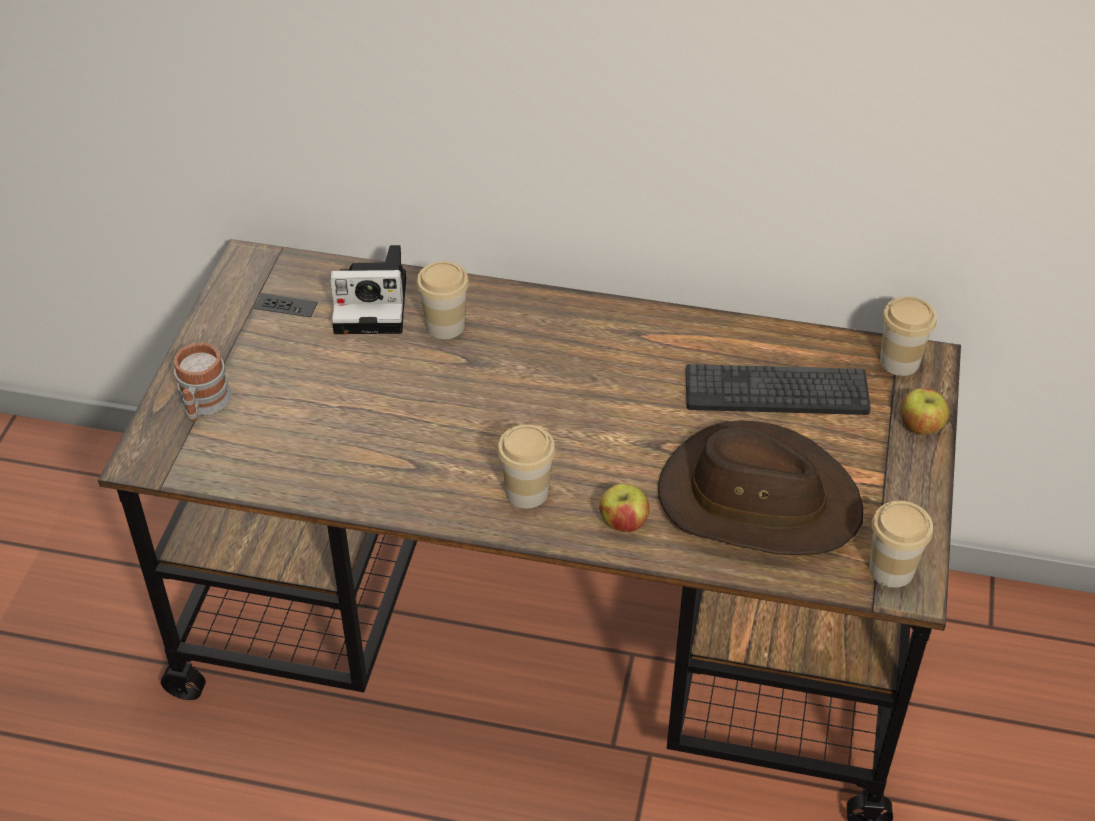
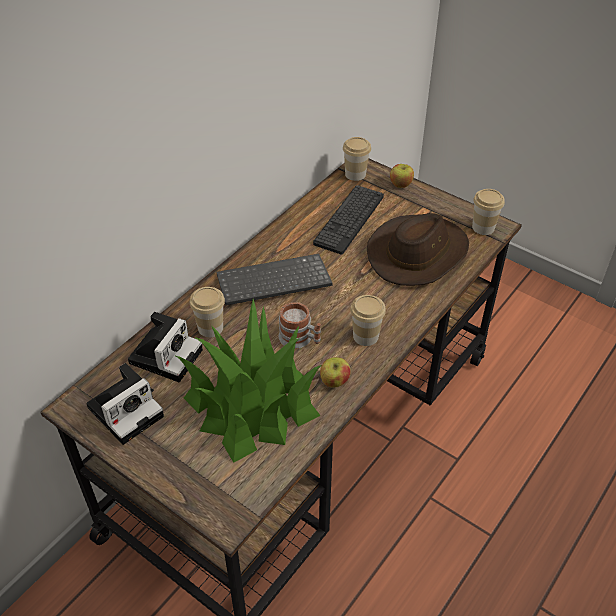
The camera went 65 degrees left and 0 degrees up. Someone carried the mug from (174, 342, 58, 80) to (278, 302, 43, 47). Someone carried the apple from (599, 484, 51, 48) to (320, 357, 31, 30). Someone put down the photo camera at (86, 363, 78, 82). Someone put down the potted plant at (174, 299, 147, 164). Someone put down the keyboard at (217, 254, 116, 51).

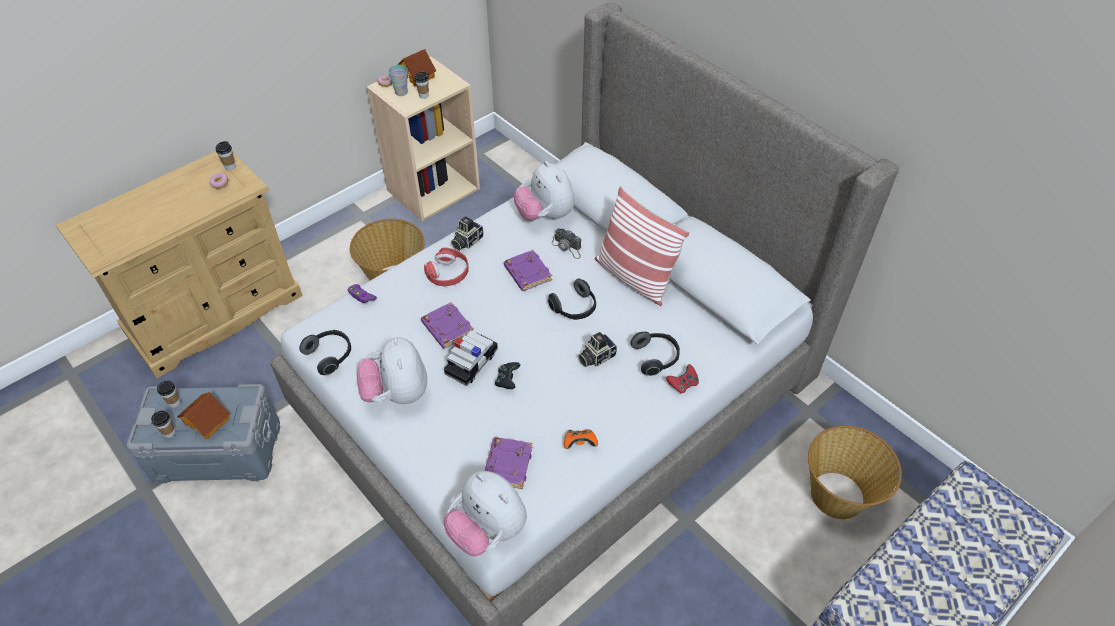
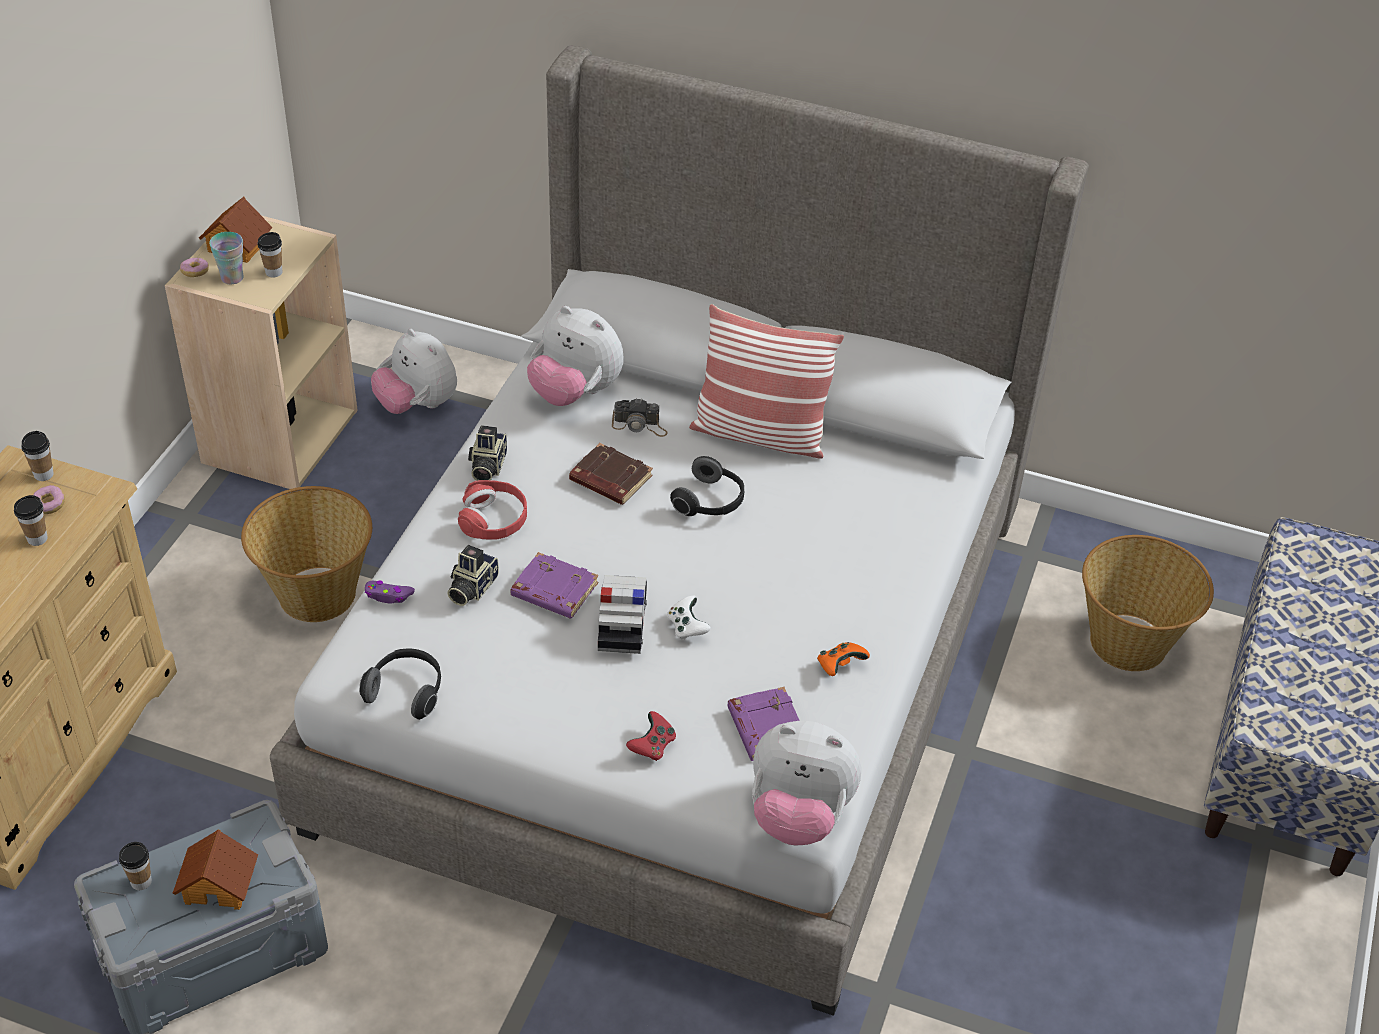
The camera went 30 degrees left and 5 degrees down. Someone carried the cup from (151, 411, 25, 27) to (14, 495, 34, 51). Someone carried the plush toy from (356, 337, 71, 67) to (371, 329, 86, 85). Someone repainted the black game controller at (495, 362, 26, 27), which became the white game controller at (667, 595, 44, 45). Someone repainted the purple book at (504, 250, 48, 41), which became the brown book at (569, 443, 84, 62). Someone carried the photo camera from (578, 332, 39, 35) to (447, 545, 52, 61). Someone took away the headphones at (630, 332, 50, 44). Someone carried the red game controller from (666, 364, 33, 29) to (626, 711, 50, 50).

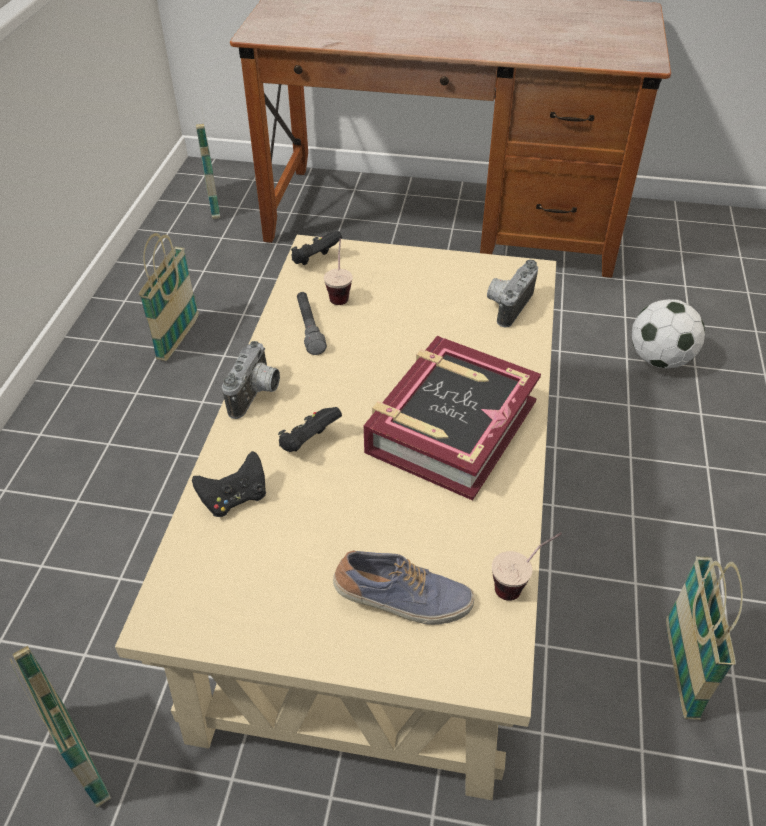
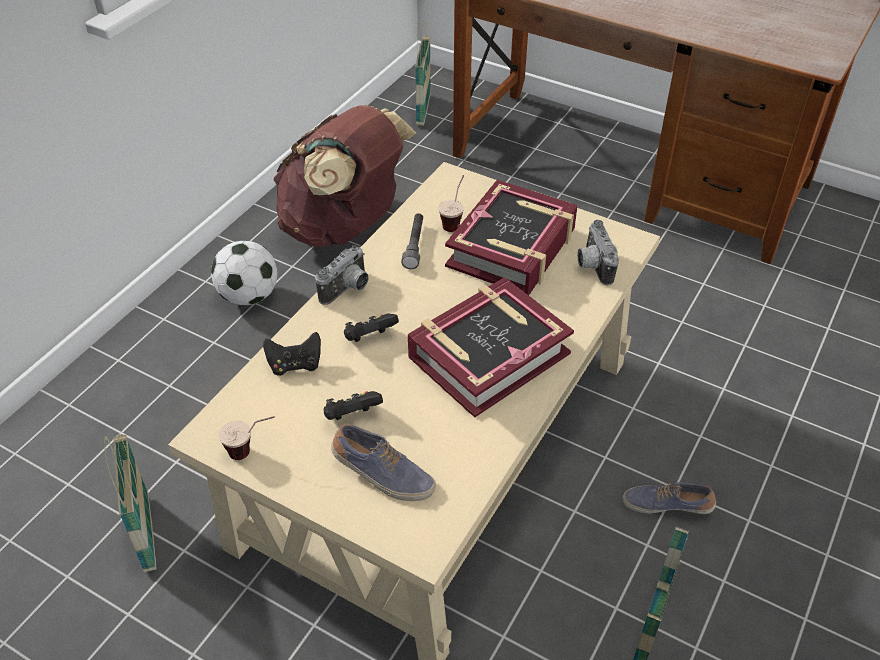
The camera went 20 degrees right and 0 degrees up. Someone swapped the basket at (138, 233, 61, 128) for the brown backpack at (273, 105, 143, 142). Someone carried the black game controller from (291, 231, 51, 34) to (324, 391, 59, 29). Someone rotated the photo camera at (487, 260, 51, 67) by 60 degrees counterclockwise. Someone carried the cup from (492, 533, 70, 68) to (218, 416, 57, 44). Someone carried the football from (632, 299, 73, 70) to (211, 241, 66, 64). Someone put down the book at (445, 180, 133, 115). Someone put down the shoe at (622, 482, 94, 32).

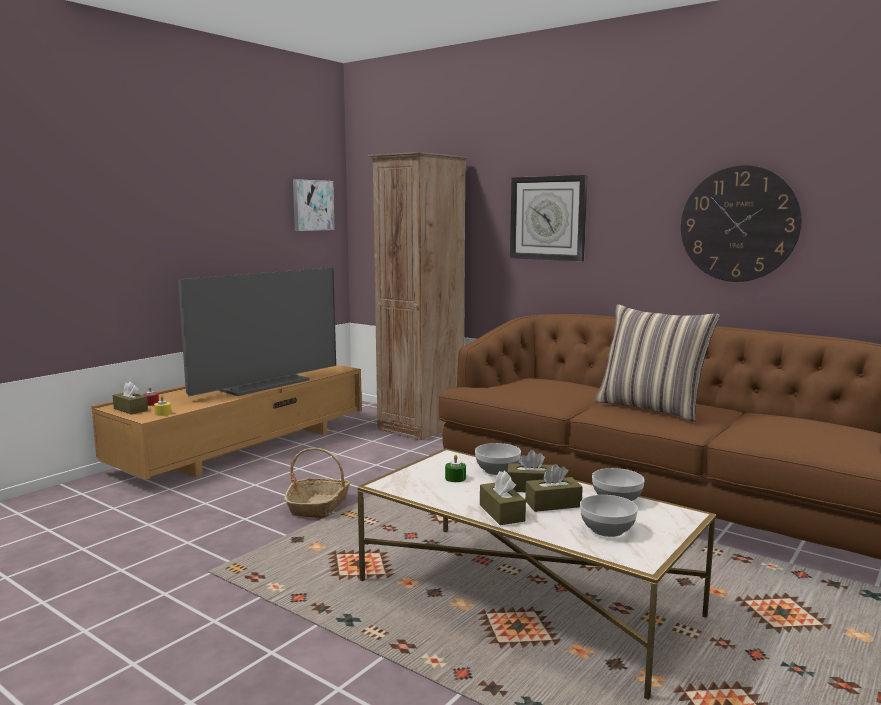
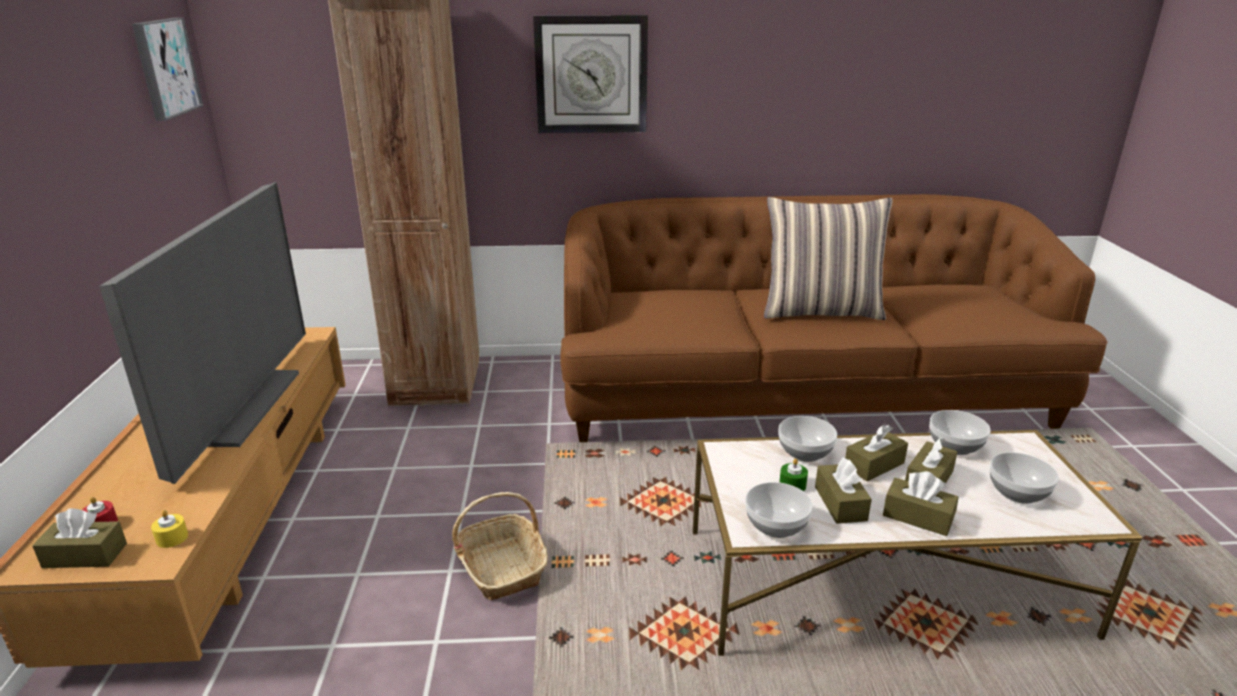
The camera went 40 degrees left and 15 degrees up. Someone took away the wall clock at (681, 165, 121, 117). Someone put down the bowl at (746, 482, 67, 56). Someone put down the brown tissue box at (815, 457, 57, 67).

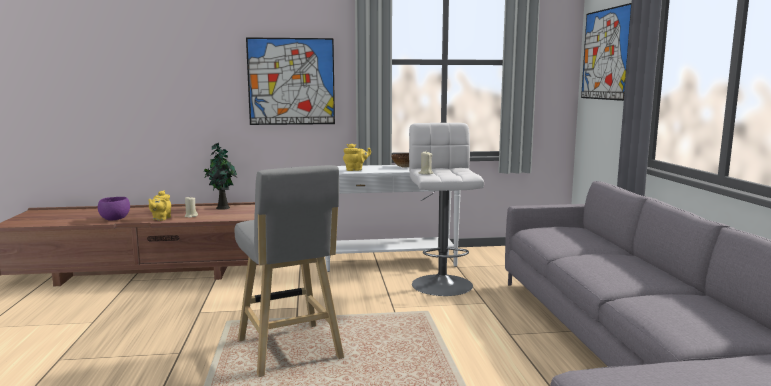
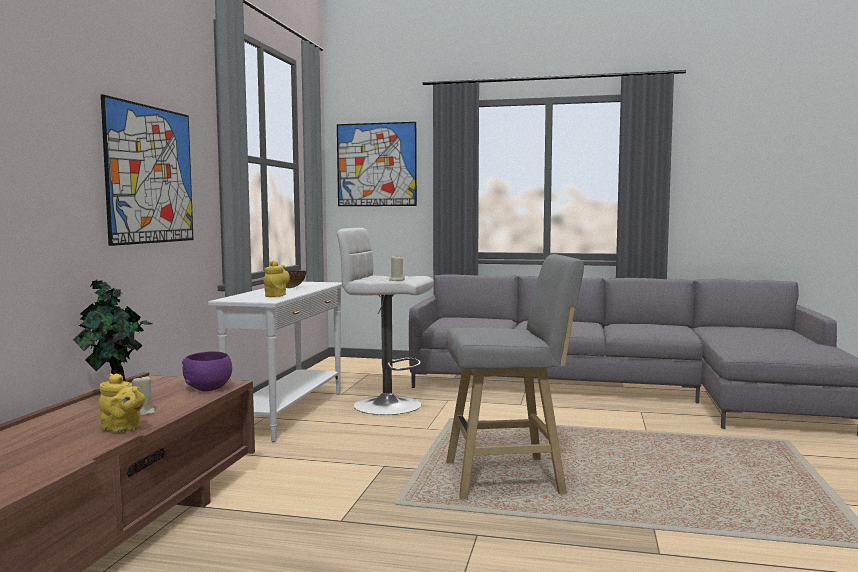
The camera went 70 degrees left and 5 degrees down. Someone carried the purple bowl from (98, 197, 32, 24) to (182, 351, 50, 40).

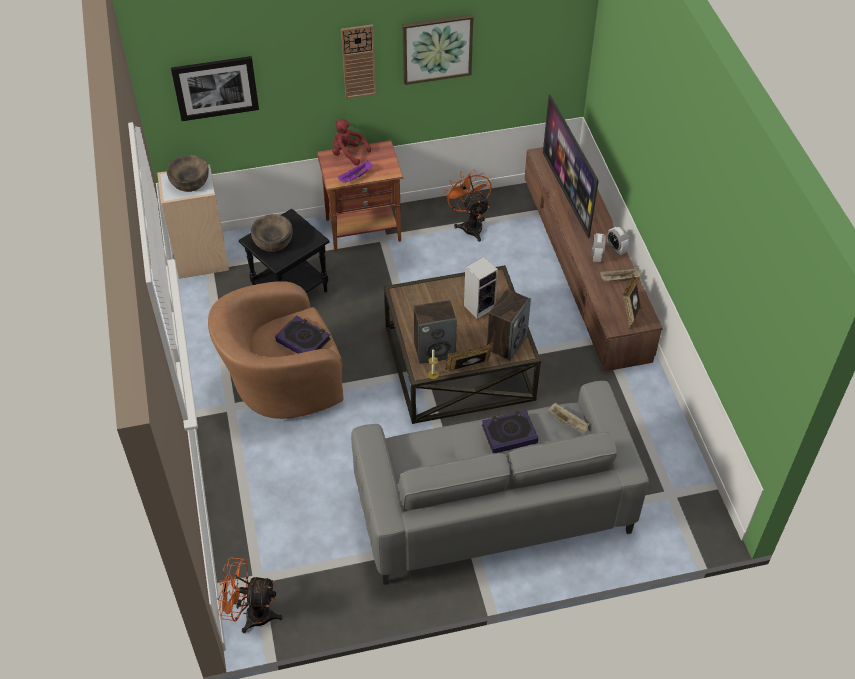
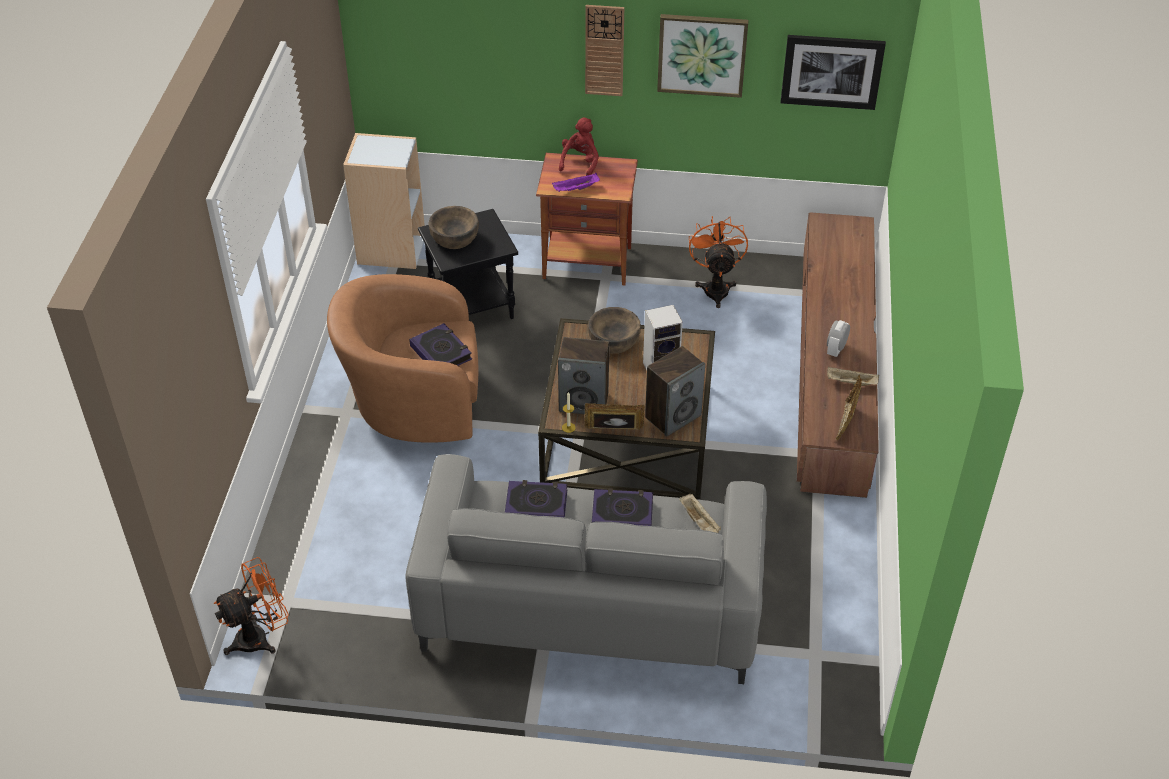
The camera went 20 degrees right and 5 degrees down. Someone carried the brown bowl from (167, 155, 42, 37) to (588, 307, 53, 47). Someone carried the picture from (171, 56, 88, 65) to (781, 35, 105, 75). Someone rotated the orange fan at (217, 558, 66, 75) by 120 degrees clockwise. Someone rotated the red plush toy at (332, 119, 39, 47) by 60 degrees clockwise. Someone took away the television at (543, 94, 56, 144). Someone took away the alarm clock at (607, 227, 22, 28). Someone put down the book at (505, 480, 62, 38).

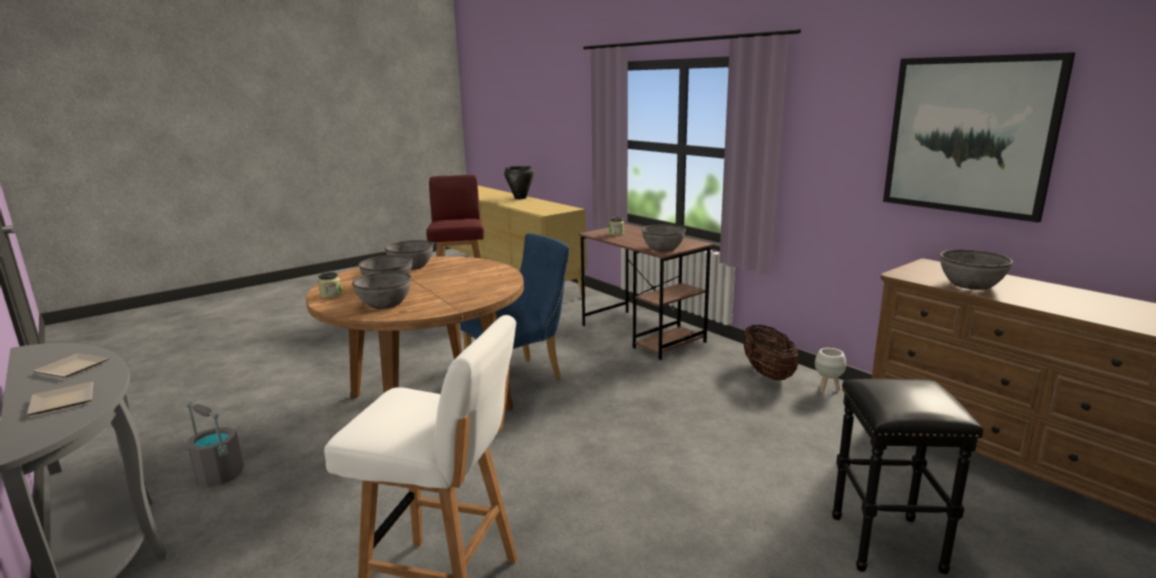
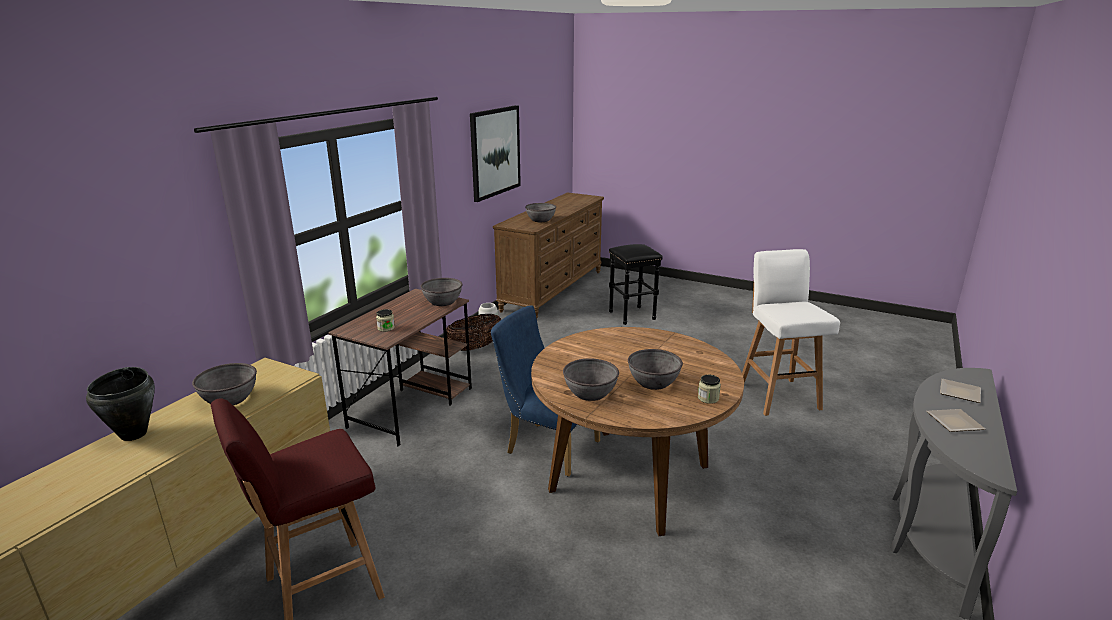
The camera went 115 degrees left and 5 degrees up. Someone took away the grey bucket at (186, 402, 58, 85). Someone carried the grey bowl from (352, 271, 60, 38) to (192, 363, 65, 43).

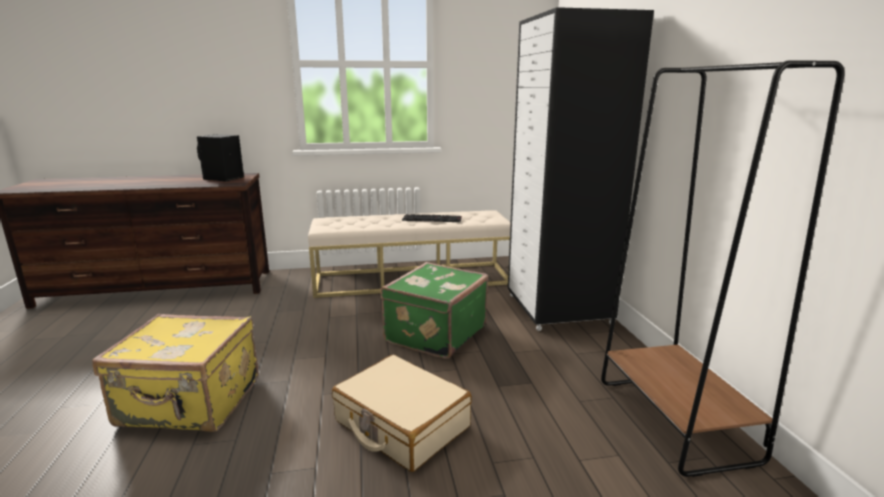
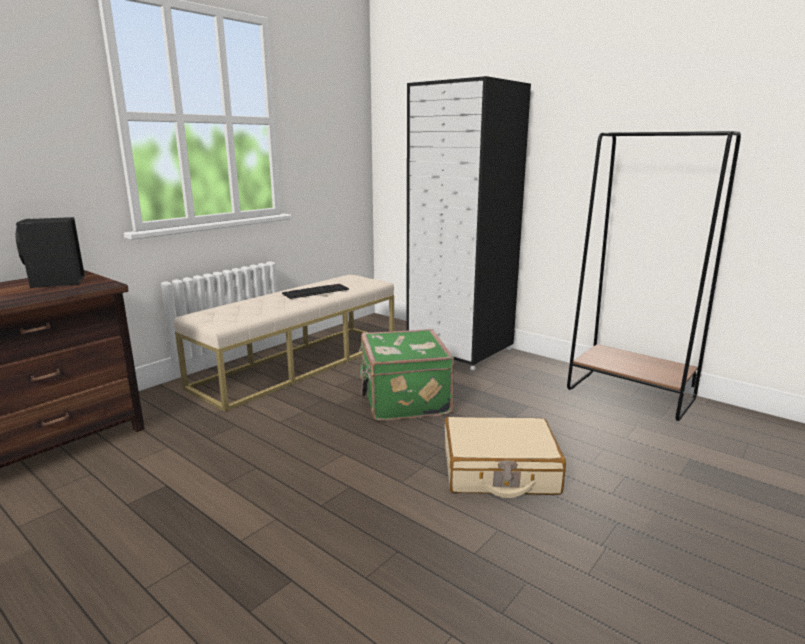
The camera went 40 degrees left and 0 degrees up. Someone took away the yellow suitcase at (92, 314, 167, 118).

